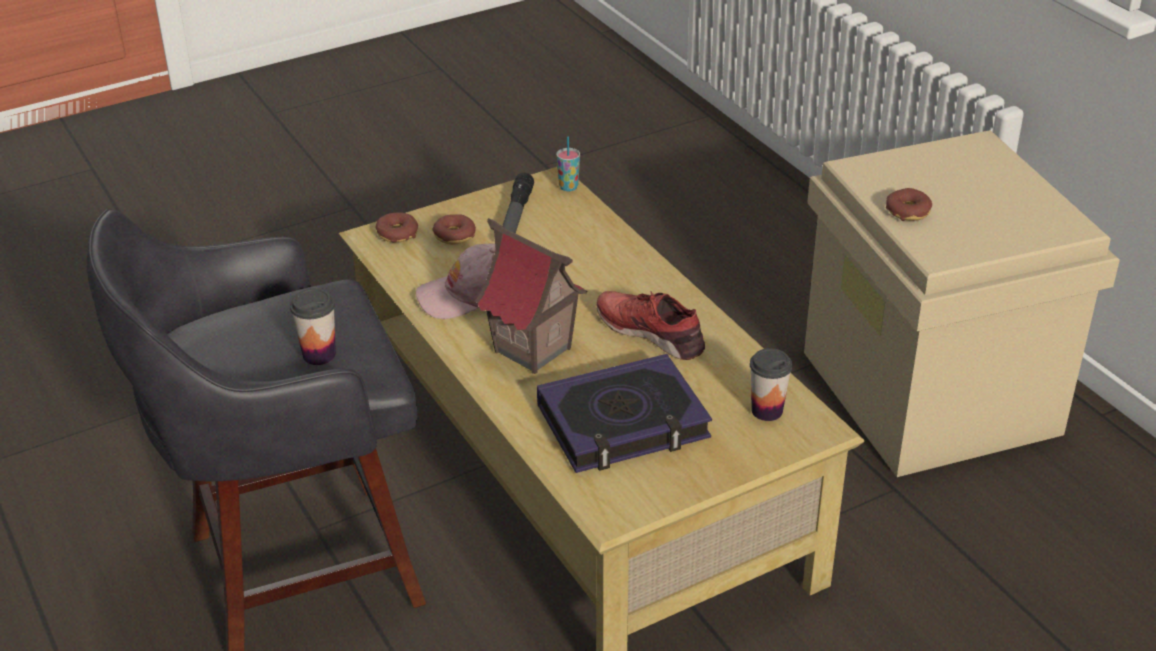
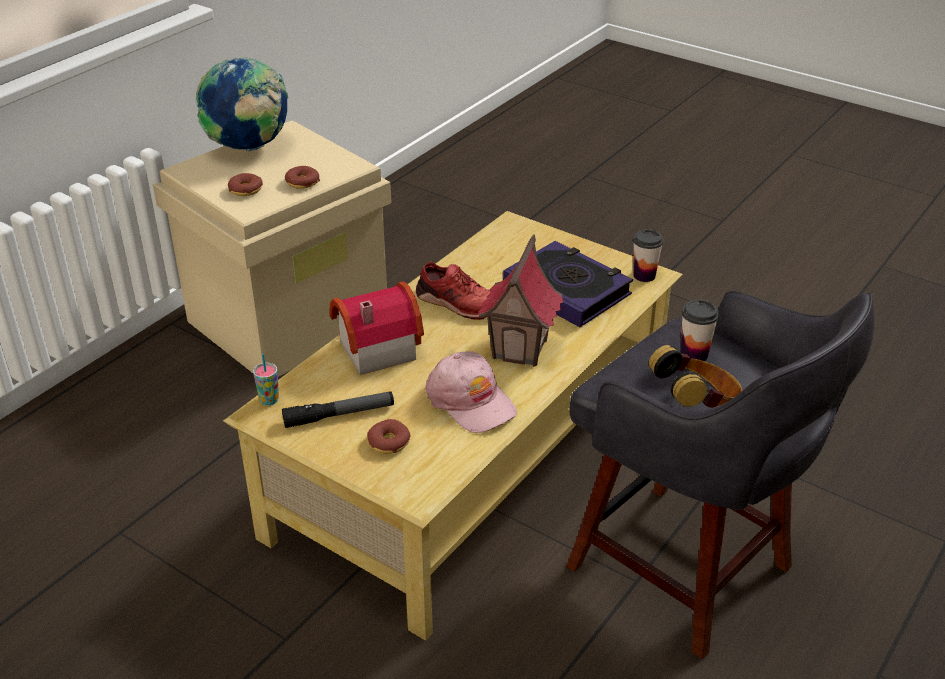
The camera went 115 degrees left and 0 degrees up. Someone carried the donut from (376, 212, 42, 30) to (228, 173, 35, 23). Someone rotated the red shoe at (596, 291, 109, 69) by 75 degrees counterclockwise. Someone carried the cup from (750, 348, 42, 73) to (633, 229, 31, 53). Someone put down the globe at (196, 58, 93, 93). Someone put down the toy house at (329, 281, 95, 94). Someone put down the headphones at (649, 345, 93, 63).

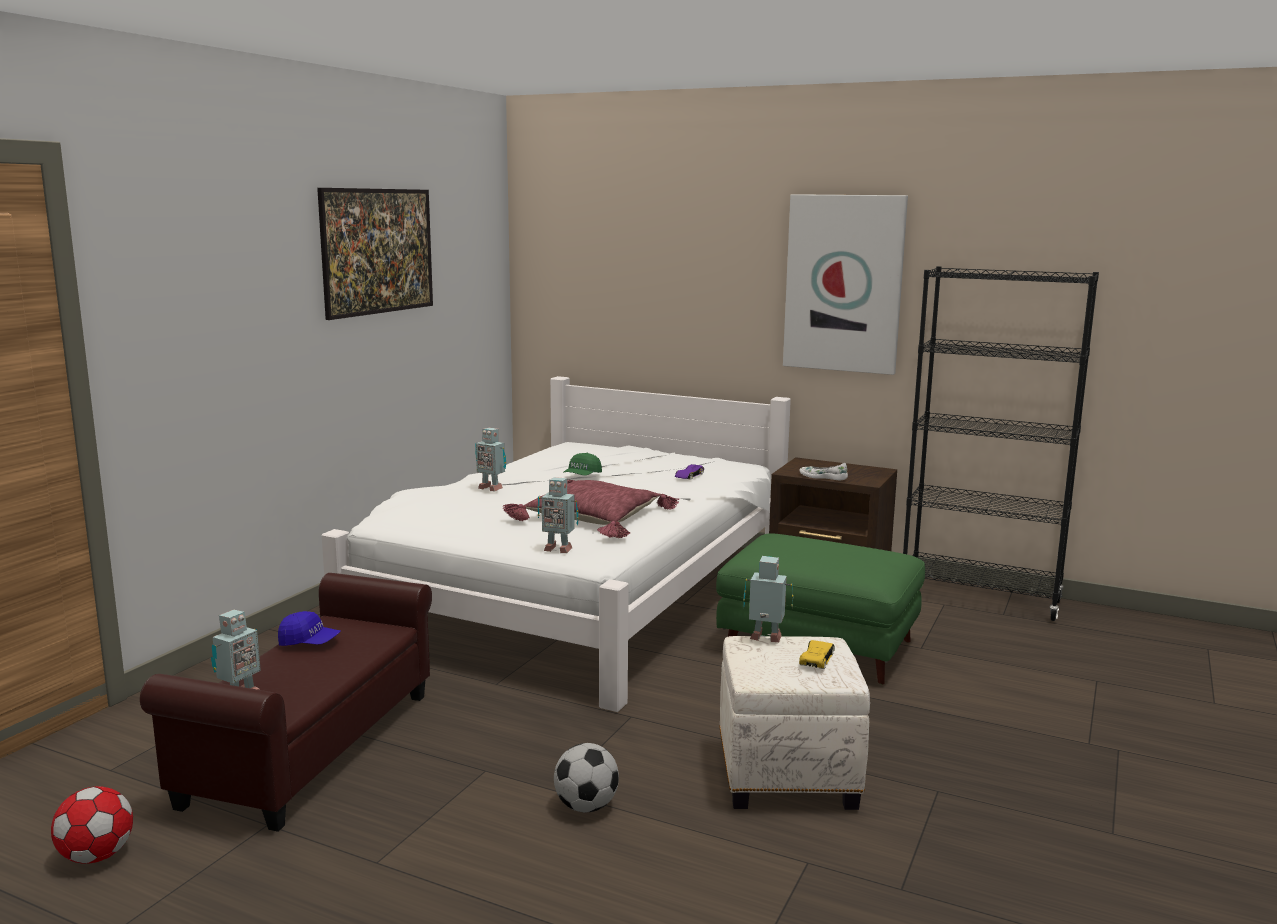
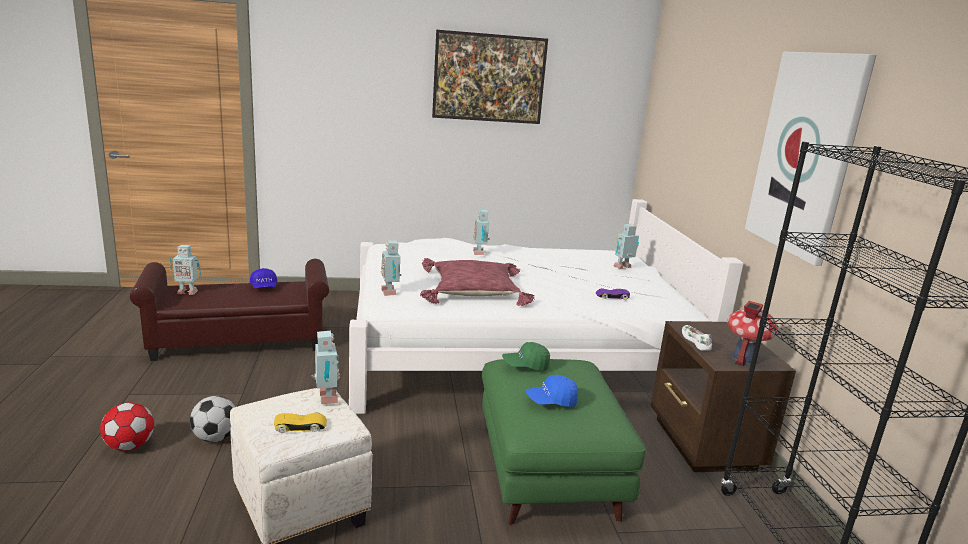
The camera went 55 degrees right and 5 degrees up. Someone carried the football from (51, 786, 82, 78) to (100, 402, 54, 49). Someone carried the green cap from (563, 453, 39, 23) to (502, 342, 48, 29). Someone put down the blue cap at (526, 375, 52, 32). Someone put down the toy robot at (614, 224, 25, 45). Someone put down the toy house at (728, 301, 50, 65).

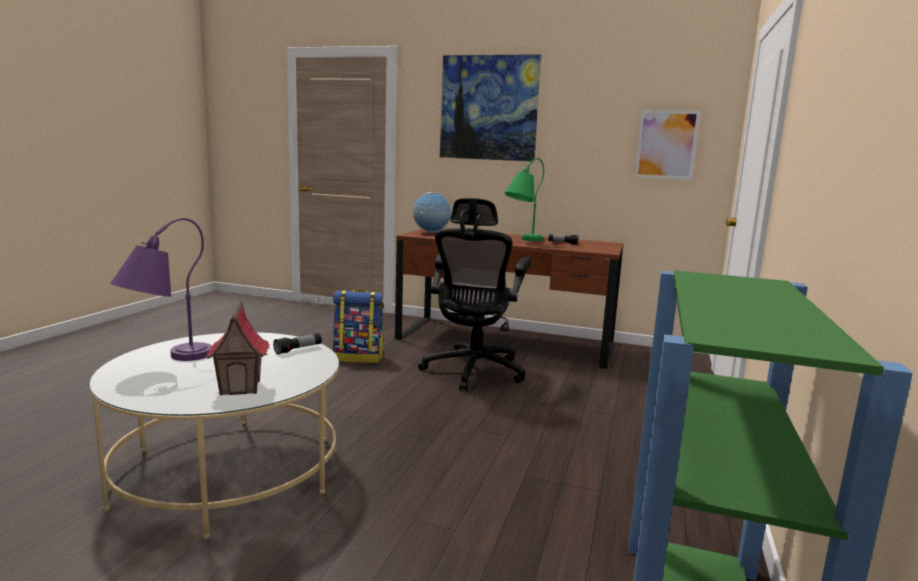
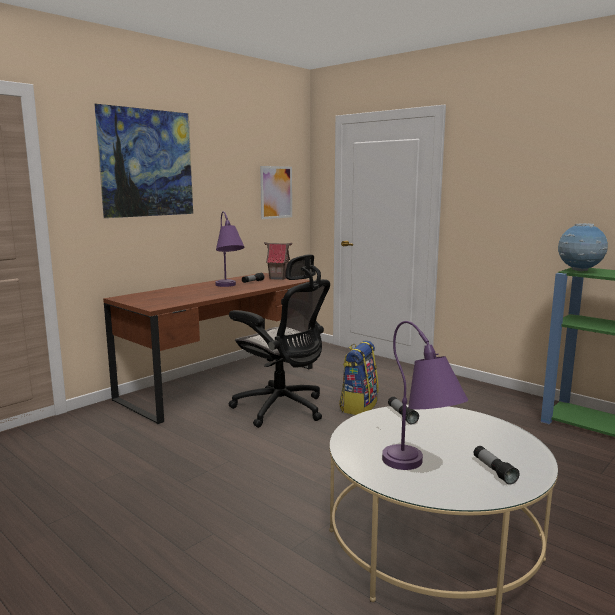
The camera went 65 degrees left and 0 degrees up. Someone carried the toy house from (205, 301, 65, 95) to (264, 242, 28, 38). Someone carried the backpack from (333, 289, 51, 74) to (339, 340, 40, 75). Someone carried the globe from (413, 192, 38, 41) to (558, 223, 50, 48). Someone repainted the green table lamp at (504, 158, 40, 83), which became the purple table lamp at (215, 211, 30, 76). Someone put down the flashlight at (474, 446, 46, 39).

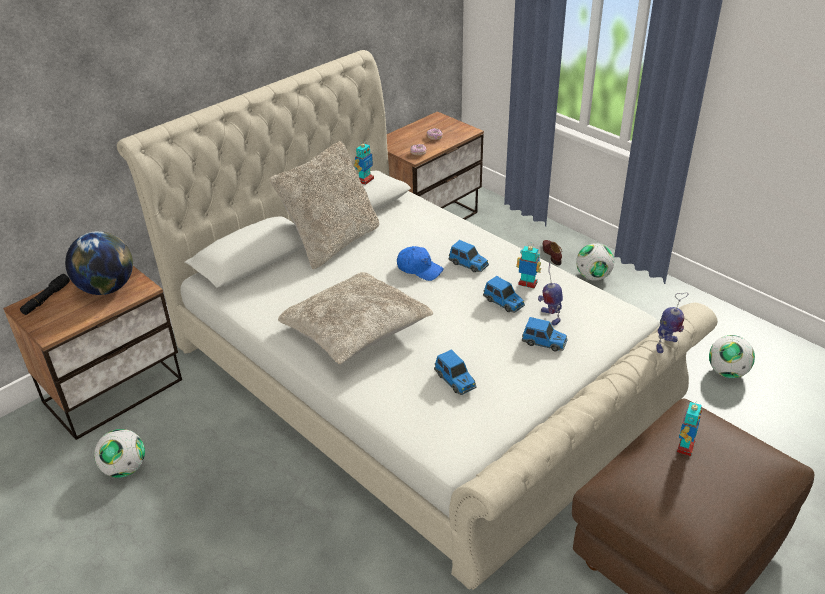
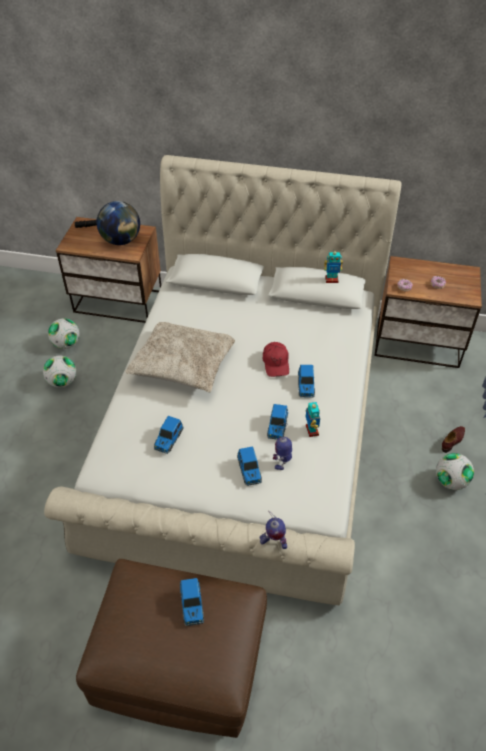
The camera went 55 degrees right and 10 degrees up. Someone took away the beige pillow at (269, 141, 110, 128). Someone repainted the blue cap at (397, 246, 47, 35), which became the red cap at (262, 342, 27, 35). Someone swapped the toy robot at (677, 400, 25, 56) for the toy car at (180, 578, 24, 48). Someone carried the football from (709, 335, 46, 43) to (43, 356, 33, 32).

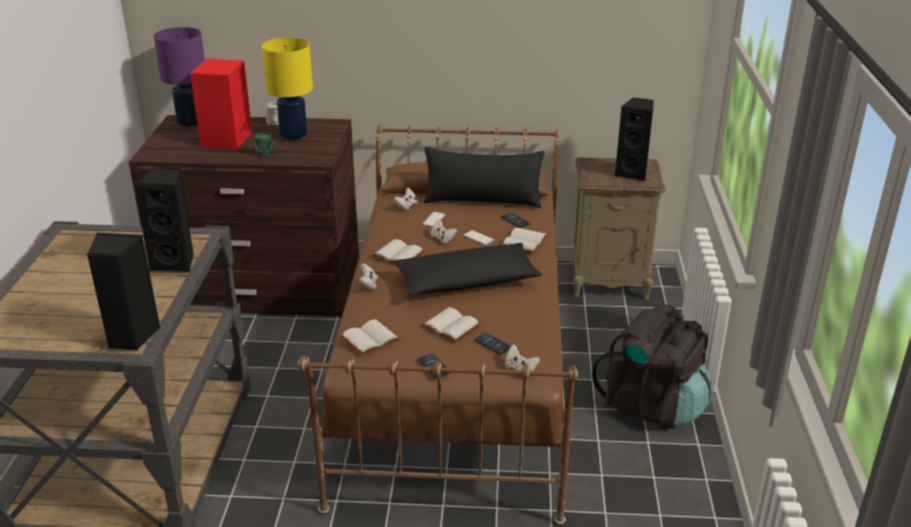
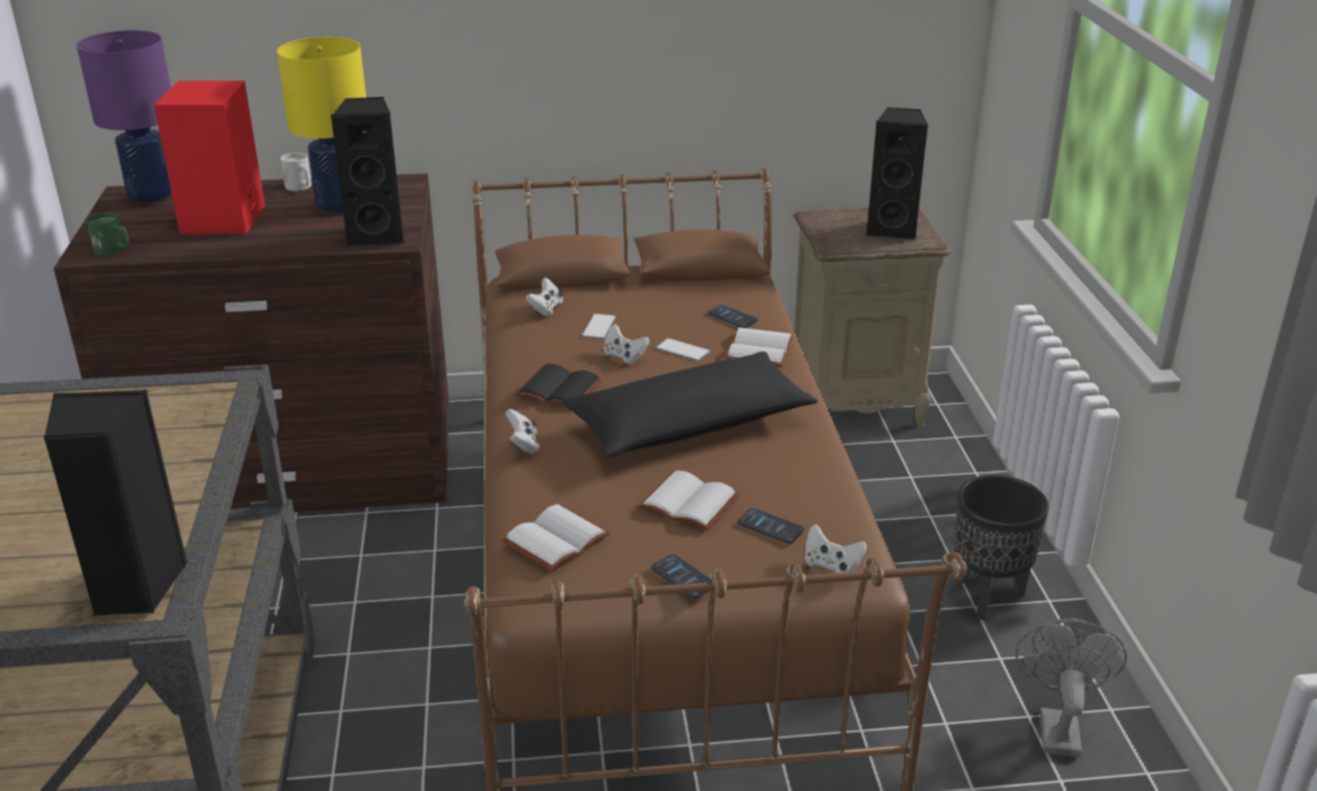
The camera went 10 degrees left and 0 degrees up. Someone carried the black speaker from (134, 167, 60, 106) to (330, 97, 74, 150). Someone carried the green mug from (254, 132, 22, 25) to (86, 213, 43, 43). Someone repainted the white book at (372, 239, 53, 23), which became the black book at (515, 364, 88, 39). Someone took away the black pillow at (424, 147, 121, 61). Someone swapped the black backpack at (592, 304, 120, 125) for the black planter at (954, 475, 95, 145). Someone put down the grey fan at (1015, 618, 112, 139).

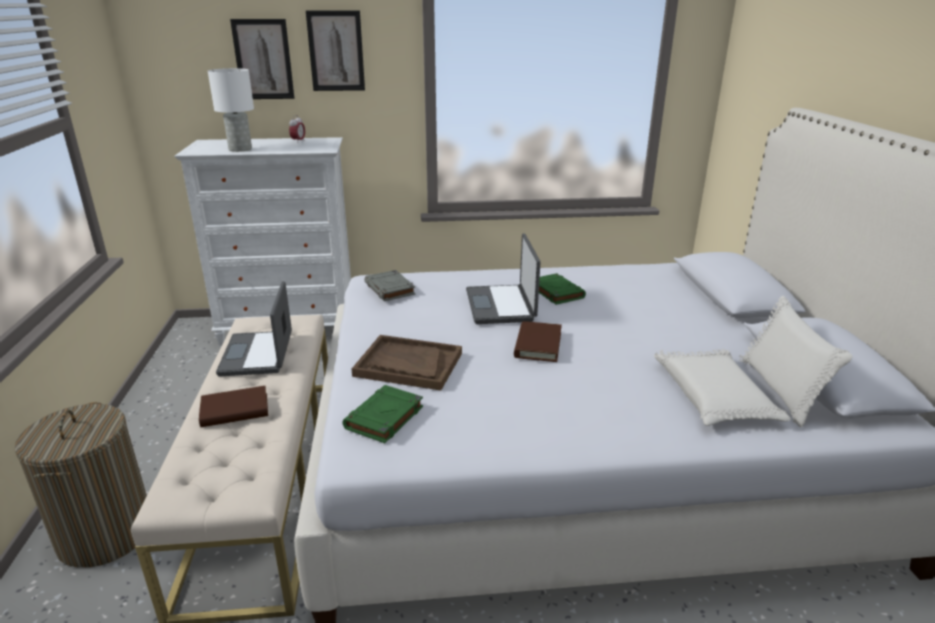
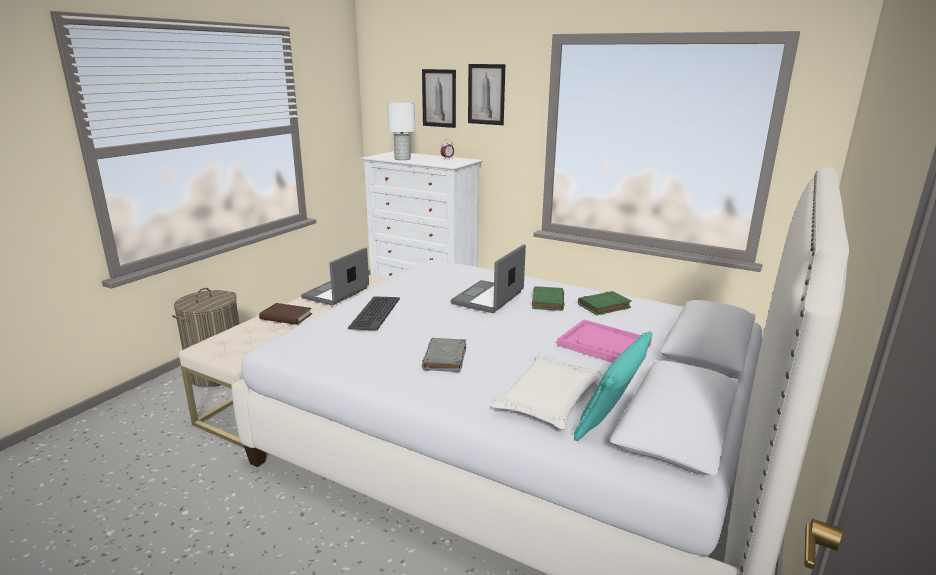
The camera went 35 degrees right and 5 degrees down. Someone carried the green book from (342, 385, 81, 58) to (578, 291, 54, 24). Someone swapped the brown tray at (352, 335, 110, 56) for the keyboard at (348, 296, 52, 34). Someone carried the grey book from (365, 270, 50, 31) to (422, 338, 44, 34). Someone took away the brown book at (514, 321, 48, 41). Someone repainted the white pillow at (739, 296, 114, 131), which became the turquoise pillow at (574, 331, 78, 110). Someone put down the pink tray at (557, 320, 95, 43).

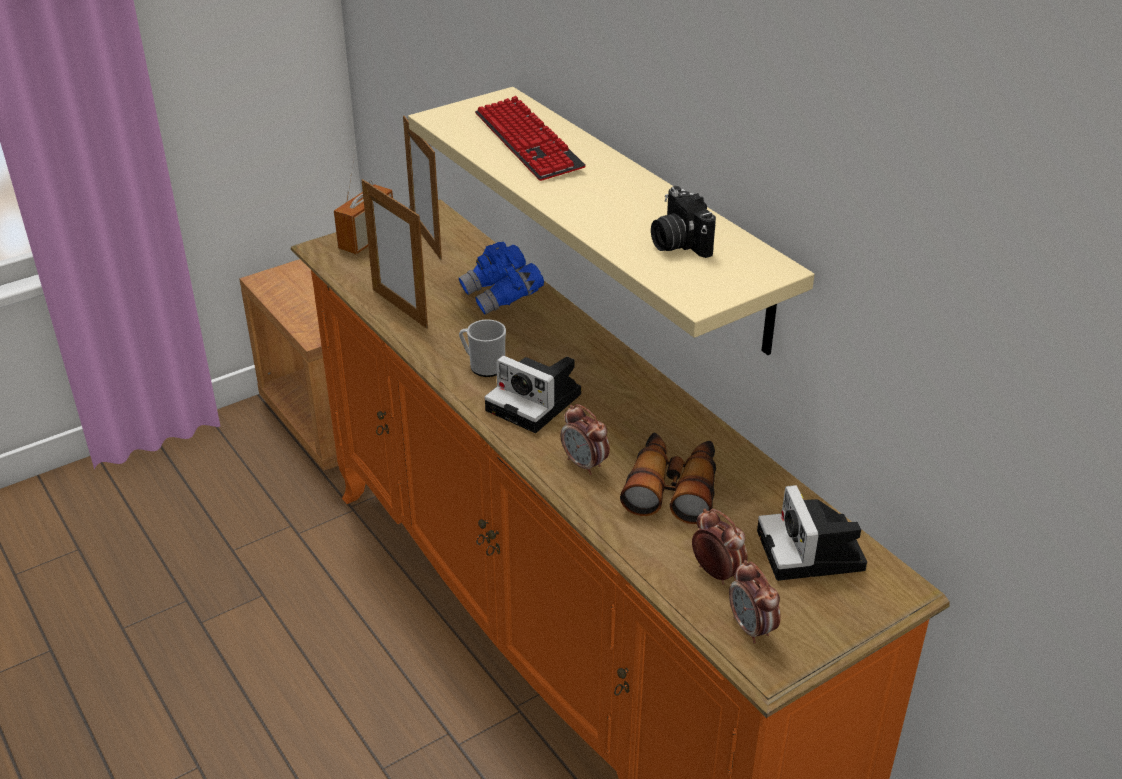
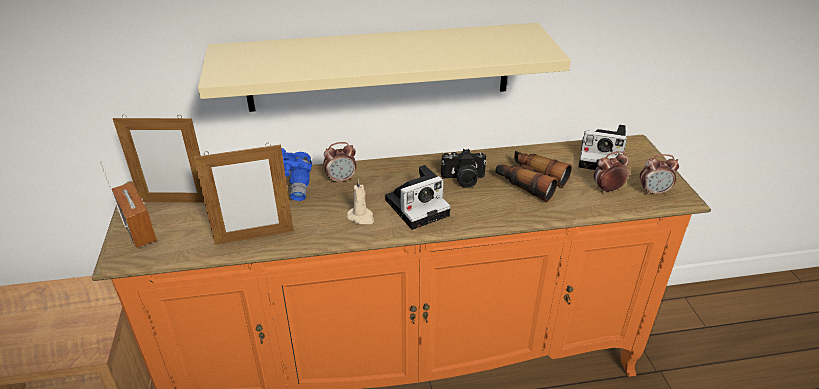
The camera went 65 degrees left and 0 degrees up. Someone swapped the mug at (459, 319, 47, 58) for the beige candle at (347, 179, 27, 45). Someone took away the keyboard at (475, 96, 111, 85). Someone carried the alarm clock from (561, 404, 49, 71) to (323, 142, 34, 42). Someone carried the photo camera from (651, 186, 65, 72) to (441, 149, 46, 39).

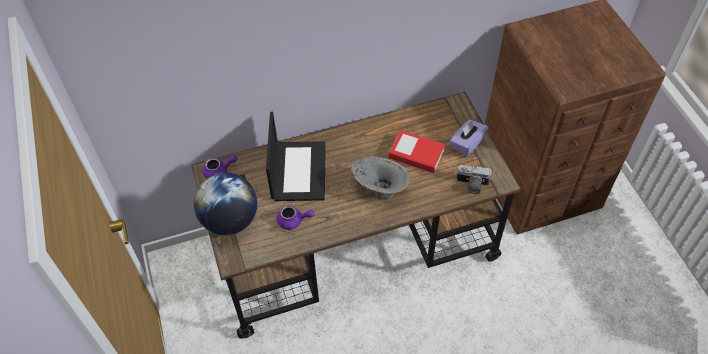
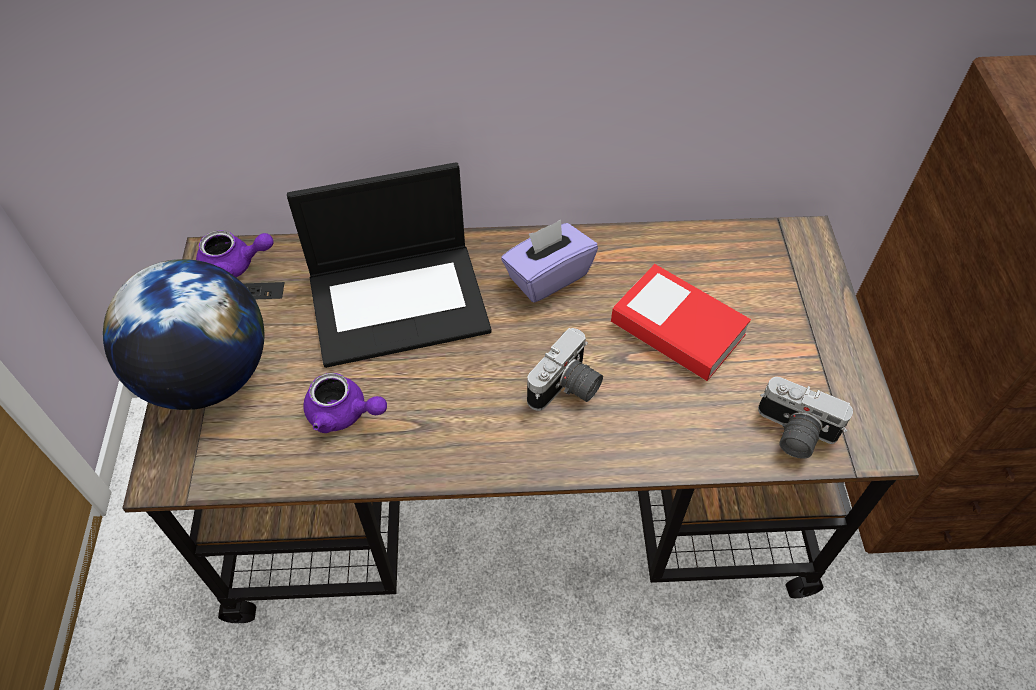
The camera went 15 degrees right and 0 degrees up. Someone rotated the laptop at (266, 112, 60, 89) by 60 degrees clockwise. Someone swapped the grey vase at (351, 156, 59, 43) for the photo camera at (527, 328, 76, 83). Someone carried the purple tissue box from (450, 120, 38, 37) to (501, 220, 97, 83).

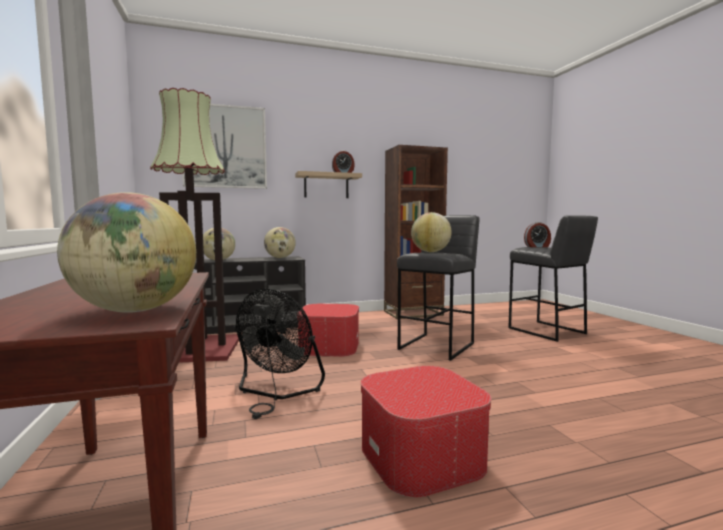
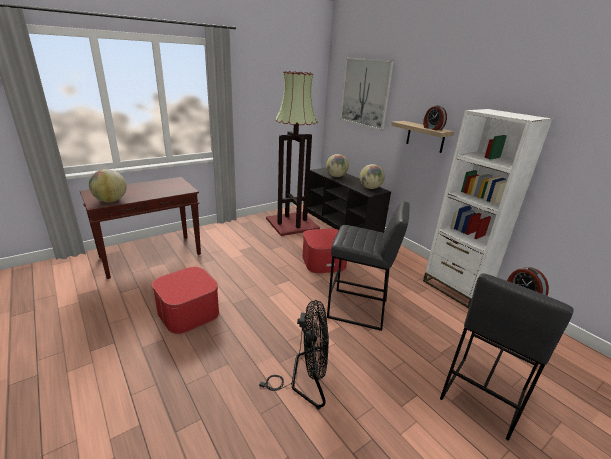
The camera went 70 degrees right and 20 degrees up. Someone carried the black fan from (234, 289, 91, 130) to (258, 300, 71, 110). Someone repainted the brown bookcase at (384, 145, 64, 174), which became the white bookcase at (423, 109, 129, 199). Someone took away the globe at (411, 212, 41, 40).

